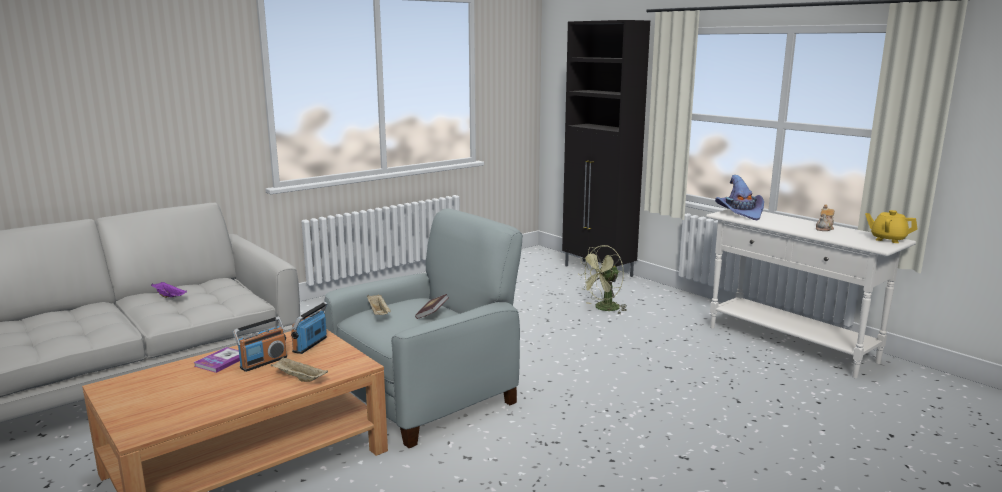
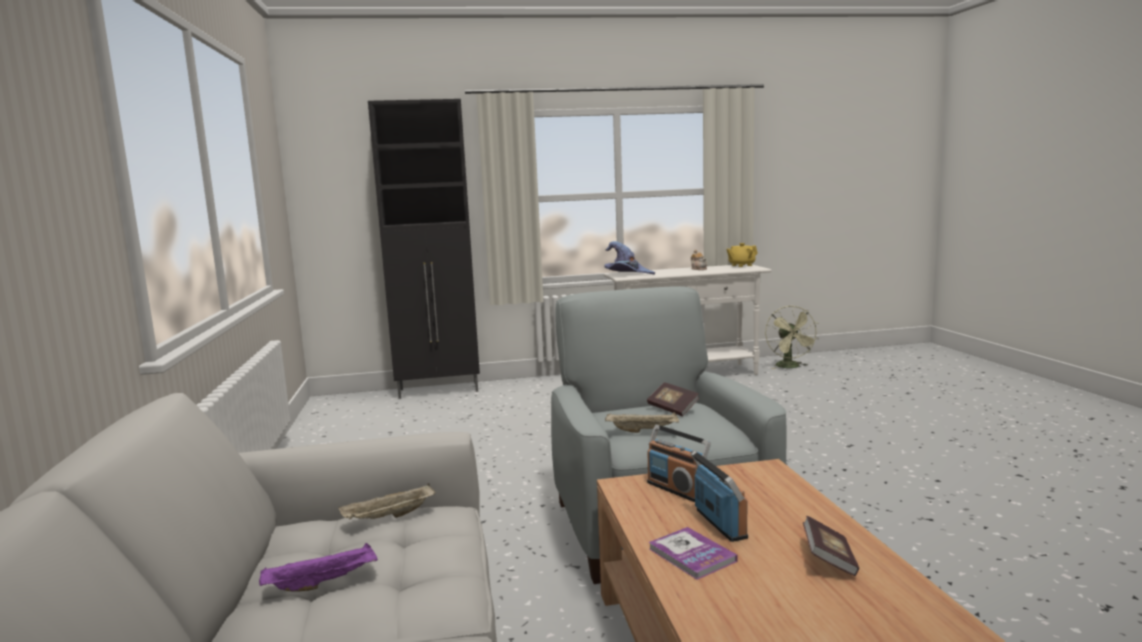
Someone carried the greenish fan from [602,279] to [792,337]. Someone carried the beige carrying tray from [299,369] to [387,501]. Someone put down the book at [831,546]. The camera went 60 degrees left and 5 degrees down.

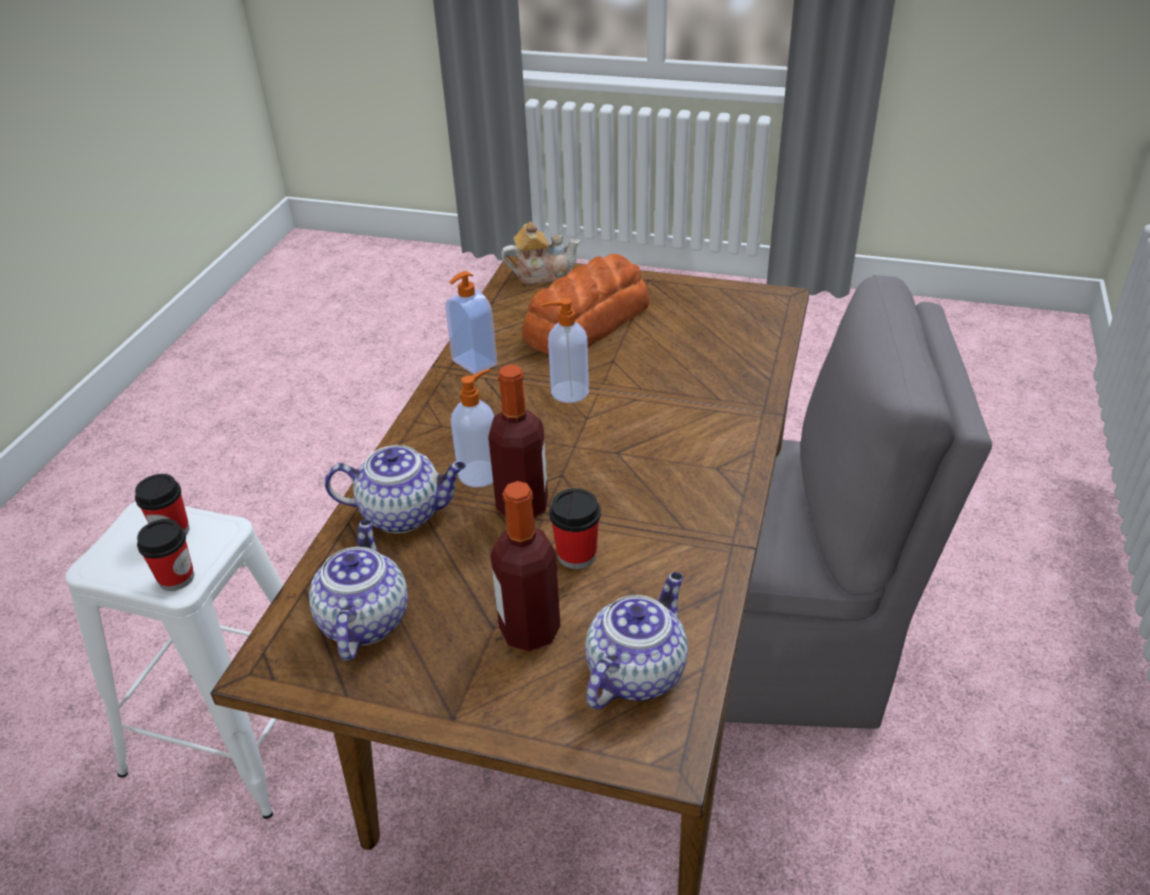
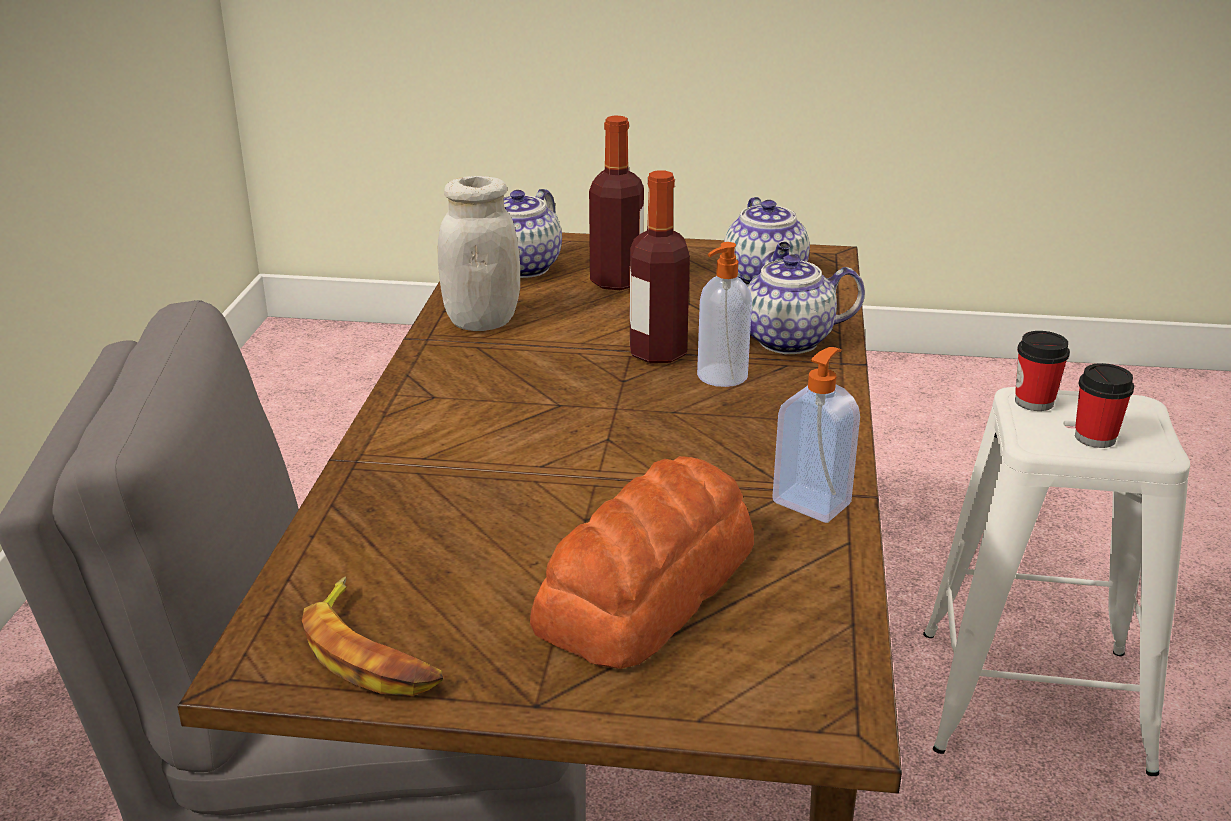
Someone took away the teapot at [541,253]. Someone took away the soap dispenser at [565,350]. Someone took away the cup at [575,528]. Someone put down the white jar at [479,253]. Someone put down the banana fruit at [372,636]. The camera went 170 degrees right and 10 degrees down.

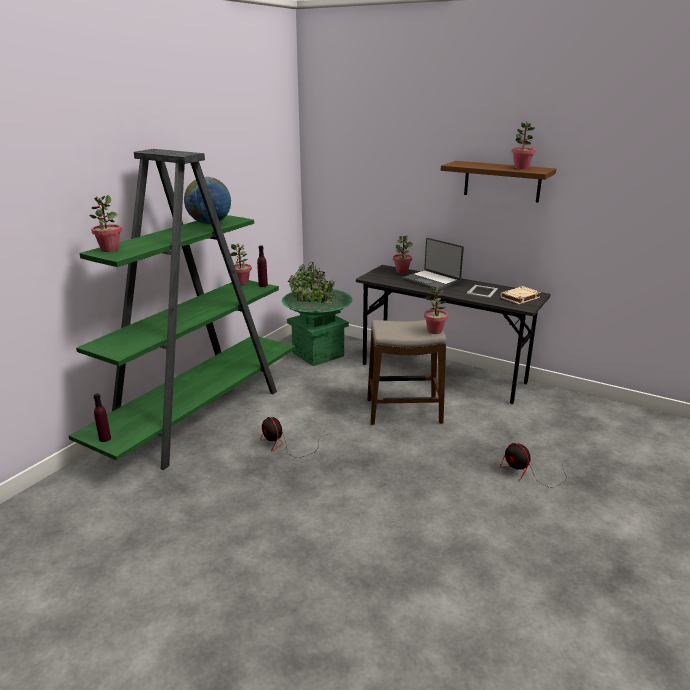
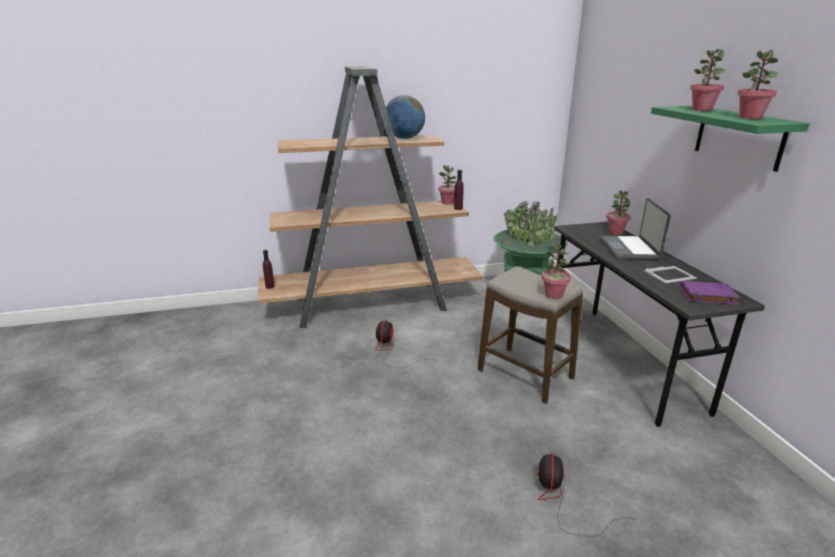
Someone repainted the greenish shelving unit at [182,309], which became the brown-coloured shelving unit at [370,197]. Someone repainted the brown-coloured bracket shelf at [498,182], which became the greenish bracket shelf at [730,139]. Someone carried the plant in a pot from [105,223] to [708,80]. Someone repainted the beige book at [520,295], which became the purplish book at [710,292]. The camera went 45 degrees right and 0 degrees up.

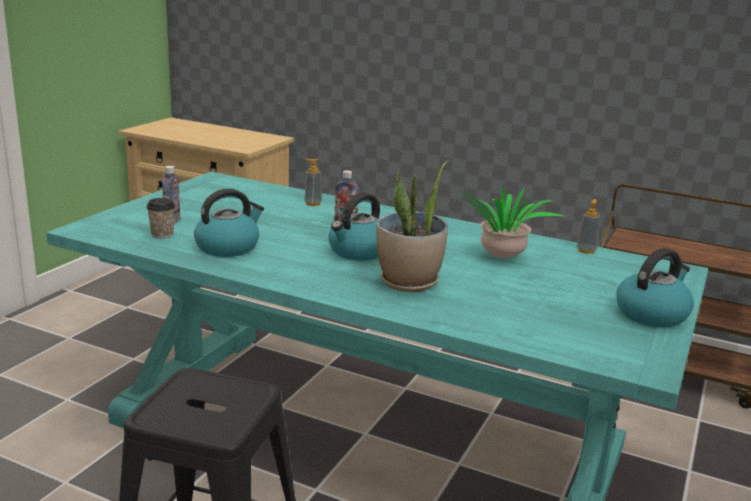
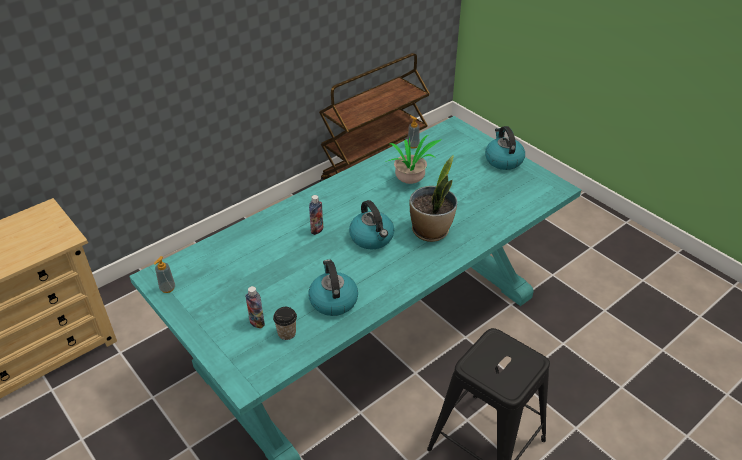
Someone carried the soap dispenser from [313,182] to [164,274]. The camera went 65 degrees left and 20 degrees up.

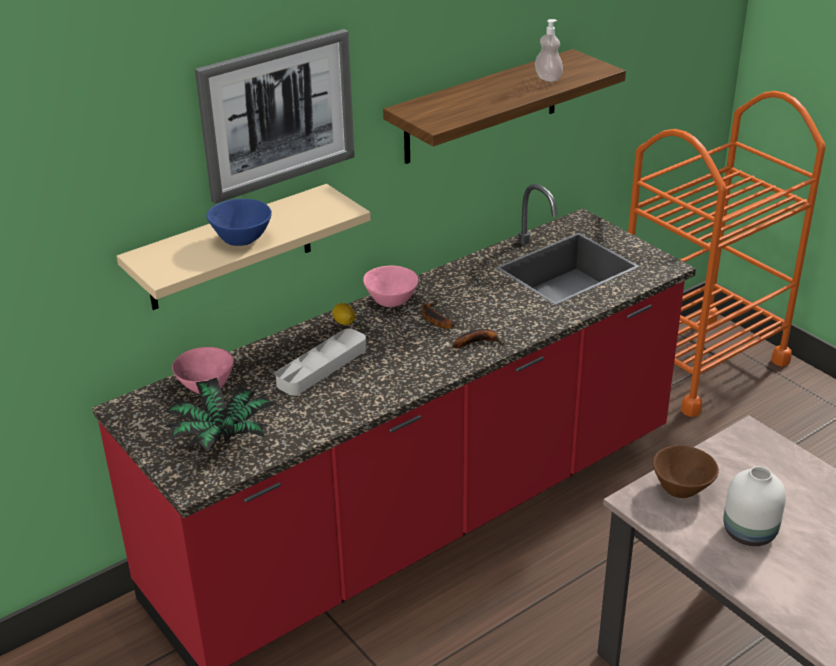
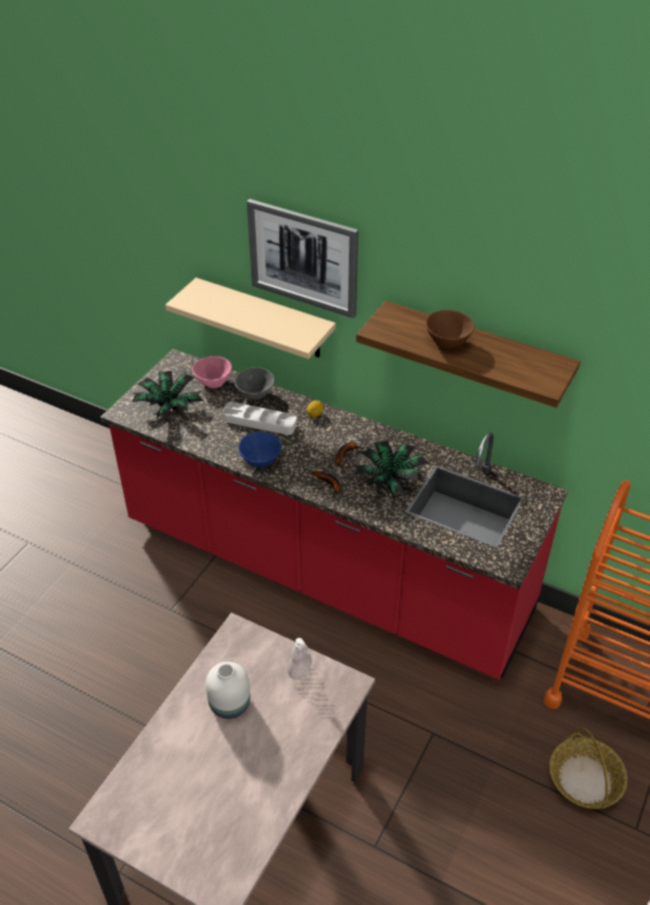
Someone carried the soap dispenser from [549,50] to [300,659]. Someone carried the blue bowl from [239,222] to [260,449]. Someone took away the pink-coloured bowl at [390,286]. Someone carried the brown-coloured bowl from [686,471] to [450,329]. Someone put down the greyish bowl at [254,383]. Someone put down the plant in a pot at [391,469]. Someone put down the basket at [588,768]. The camera went 65 degrees right and 10 degrees up.

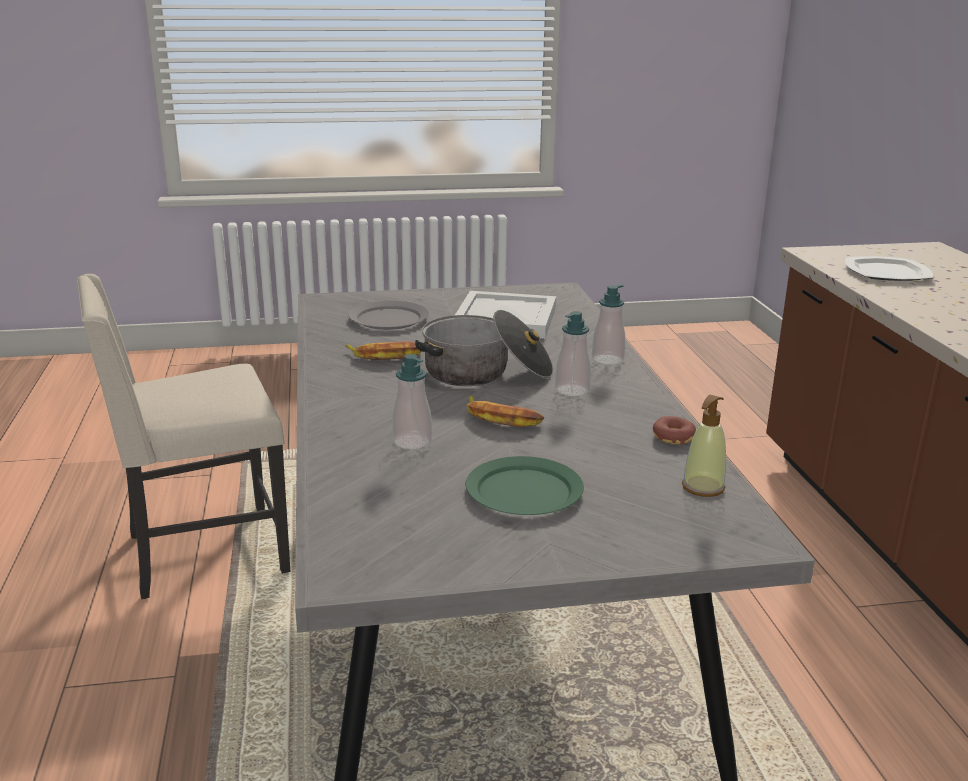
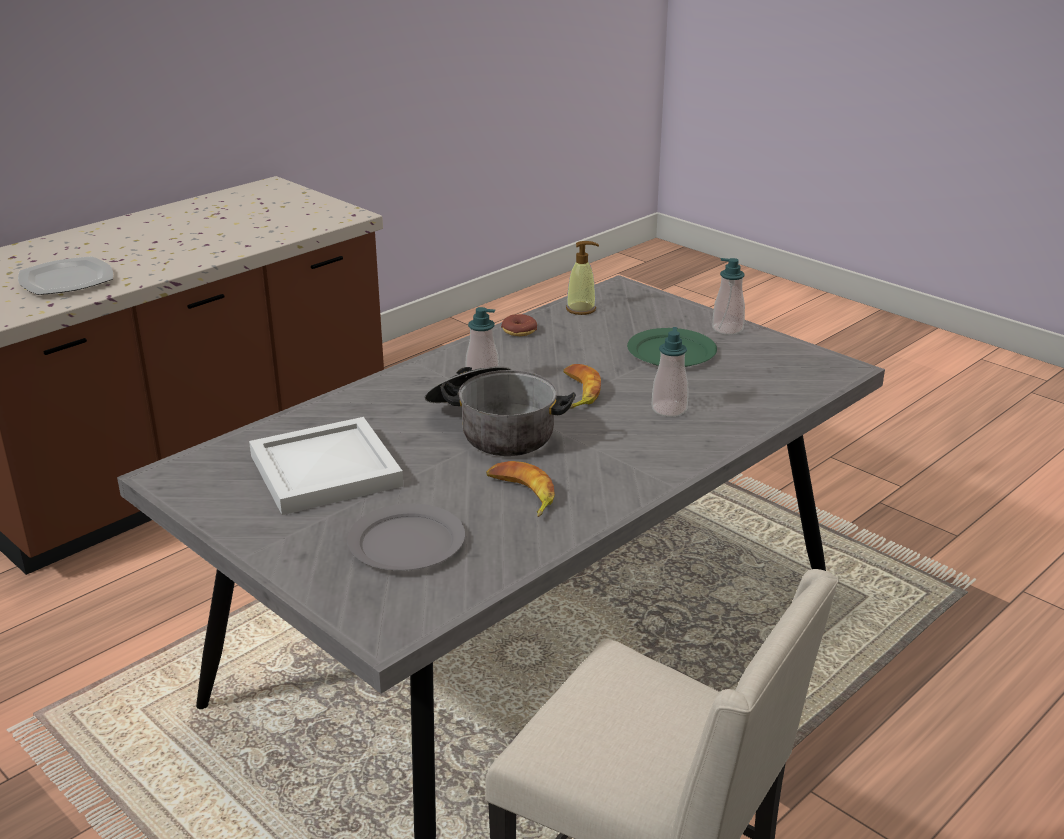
Someone carried the soap dispenser from [608,324] to [728,296]. The camera went 125 degrees left and 5 degrees up.

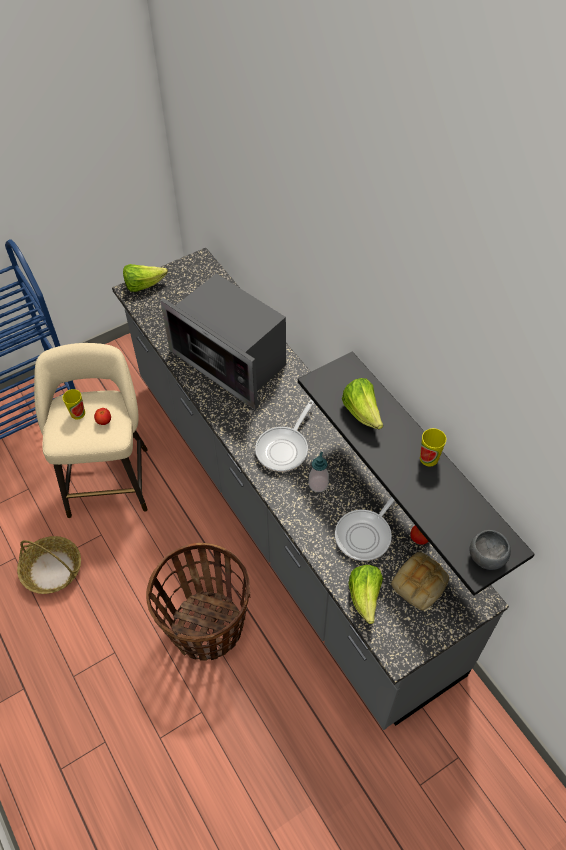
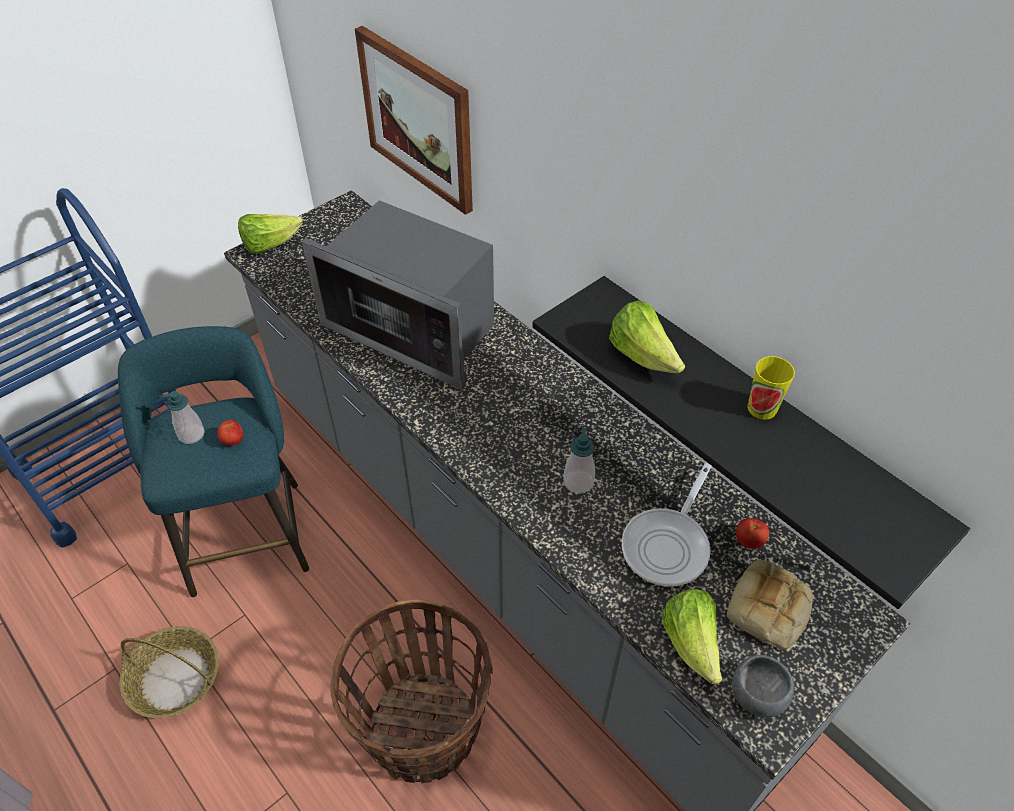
Someone repainted the beige stool seat at [91,430], which became the turquoise stool seat at [213,461]. Someone swapped the cup at [73,404] for the soap dispenser at [183,417]. Someone took away the pan at [284,435]. Someone carried the greyish bowl from [490,550] to [763,686]. Someone put up the picture at [414,120]. The camera went 10 degrees left and 5 degrees down.

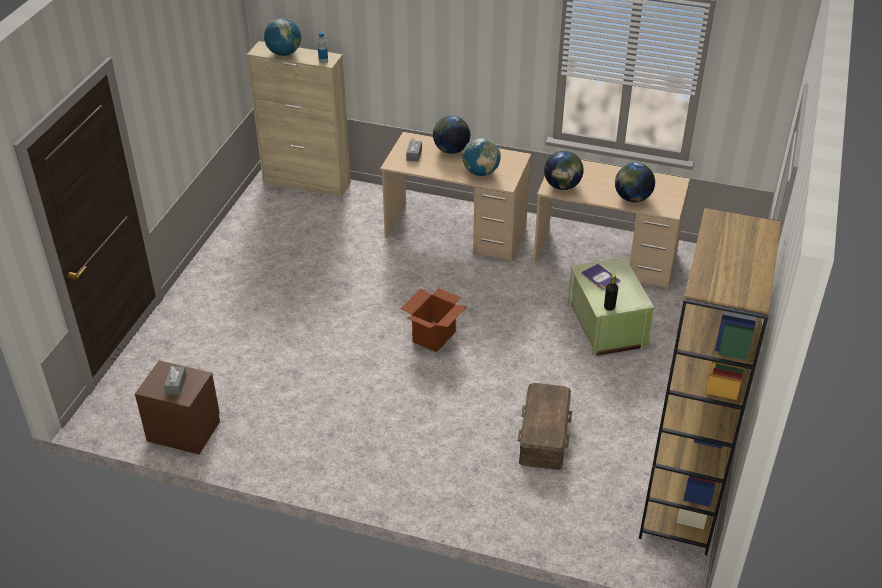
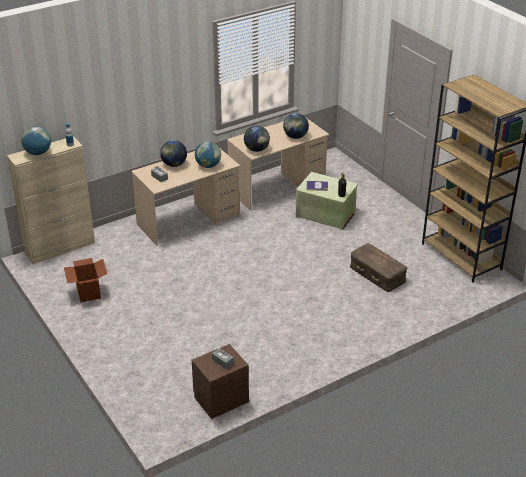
Someone carried the cardboard box from [433,320] to [85,280]. The camera went 50 degrees left and 5 degrees down.

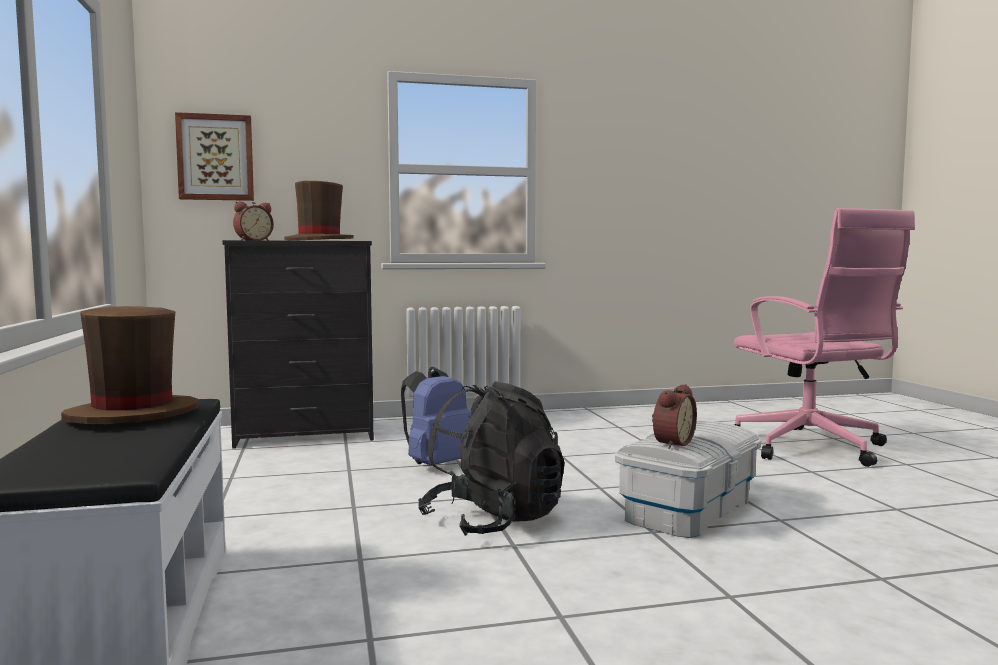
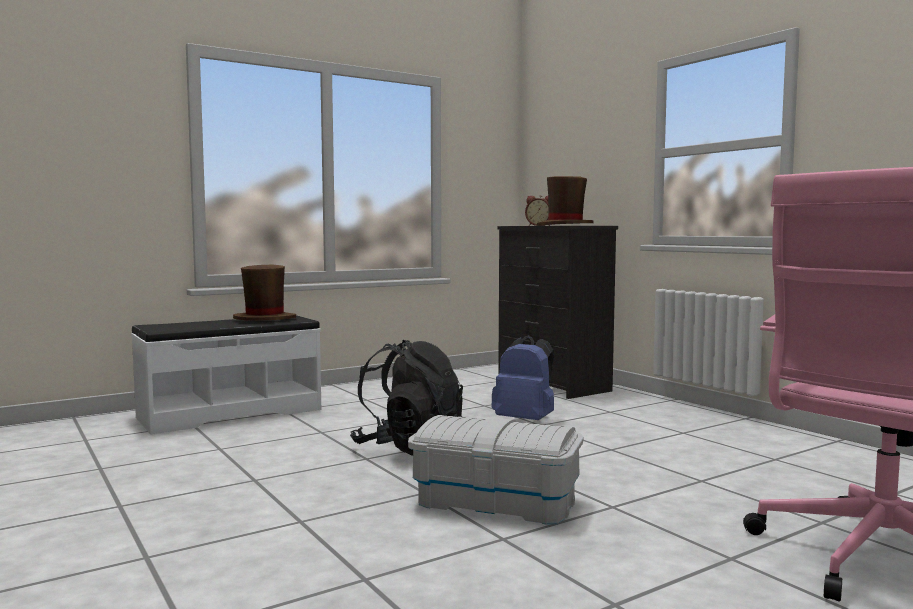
Someone took away the picture at [214,156]. Someone took away the bedside clock at [674,416]. The camera went 70 degrees right and 0 degrees up.

